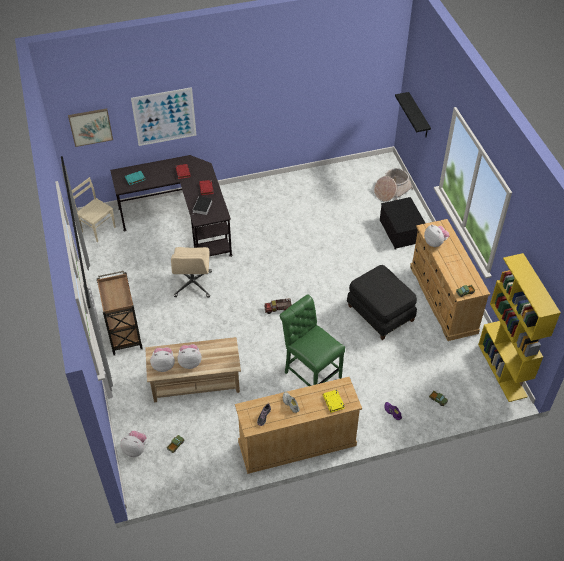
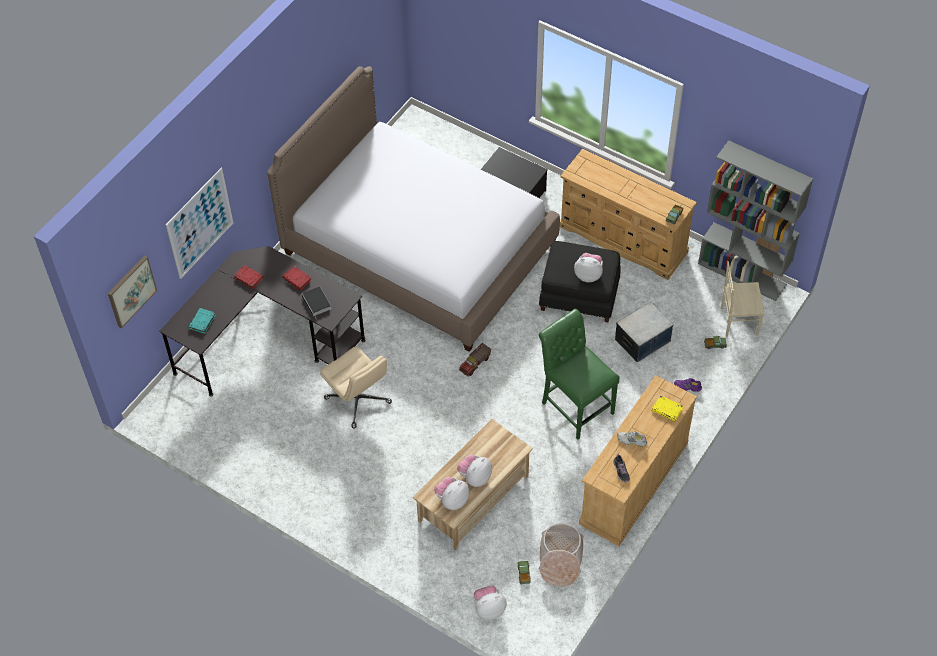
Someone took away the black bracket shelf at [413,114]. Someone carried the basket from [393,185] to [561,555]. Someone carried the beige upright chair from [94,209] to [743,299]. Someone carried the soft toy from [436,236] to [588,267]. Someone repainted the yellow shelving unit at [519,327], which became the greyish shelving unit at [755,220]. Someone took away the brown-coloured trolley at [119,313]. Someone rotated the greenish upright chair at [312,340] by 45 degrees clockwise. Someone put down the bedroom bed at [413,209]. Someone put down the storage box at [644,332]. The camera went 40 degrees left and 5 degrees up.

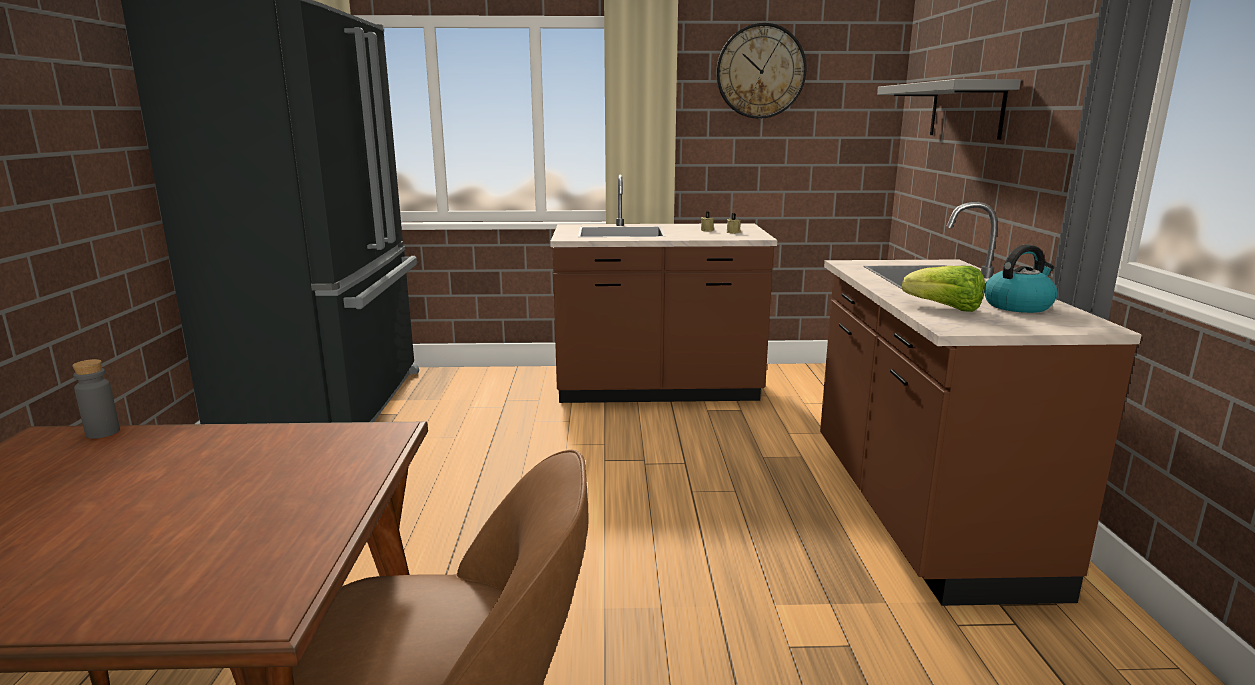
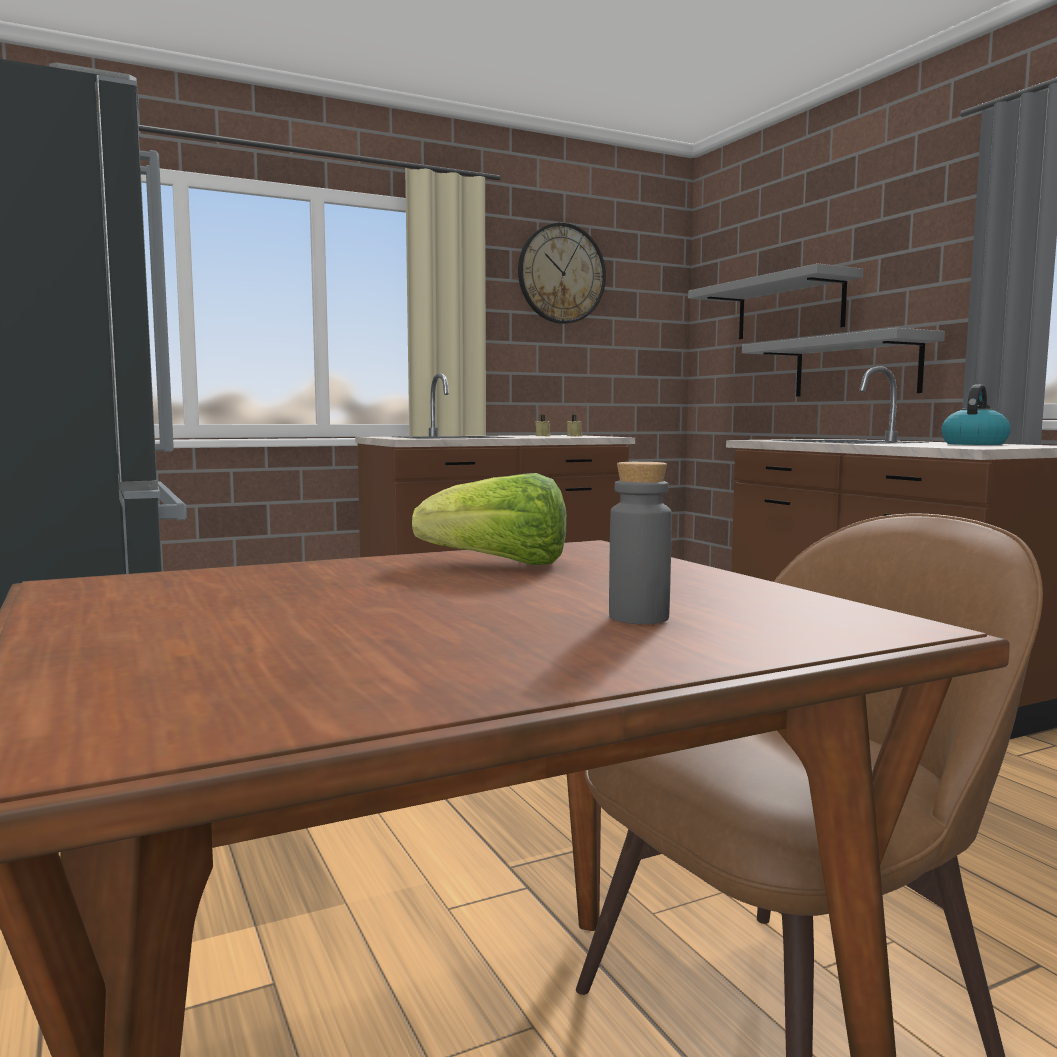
Someone carried the head of lettuce from [943,289] to [489,519]. Someone carried the greyish bottle from [96,399] to [640,543]. Someone put up the greyish bracket shelf at [843,362]. The camera went 25 degrees left and 10 degrees down.

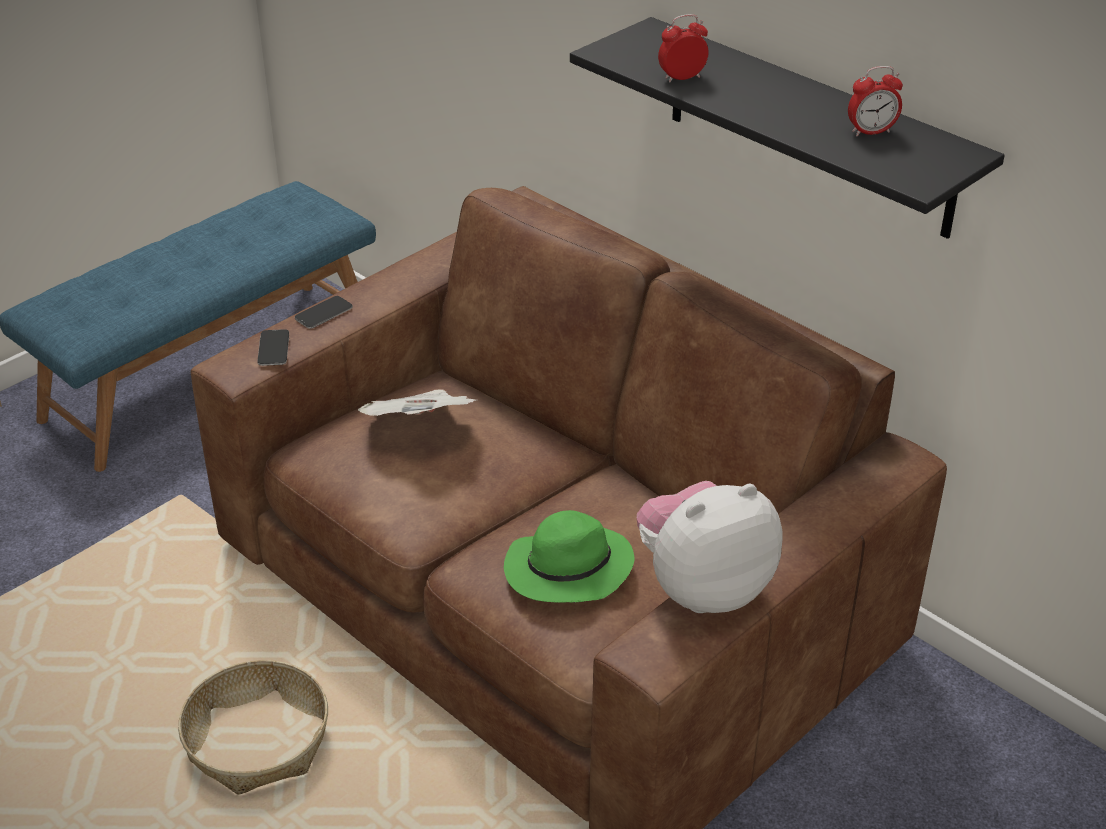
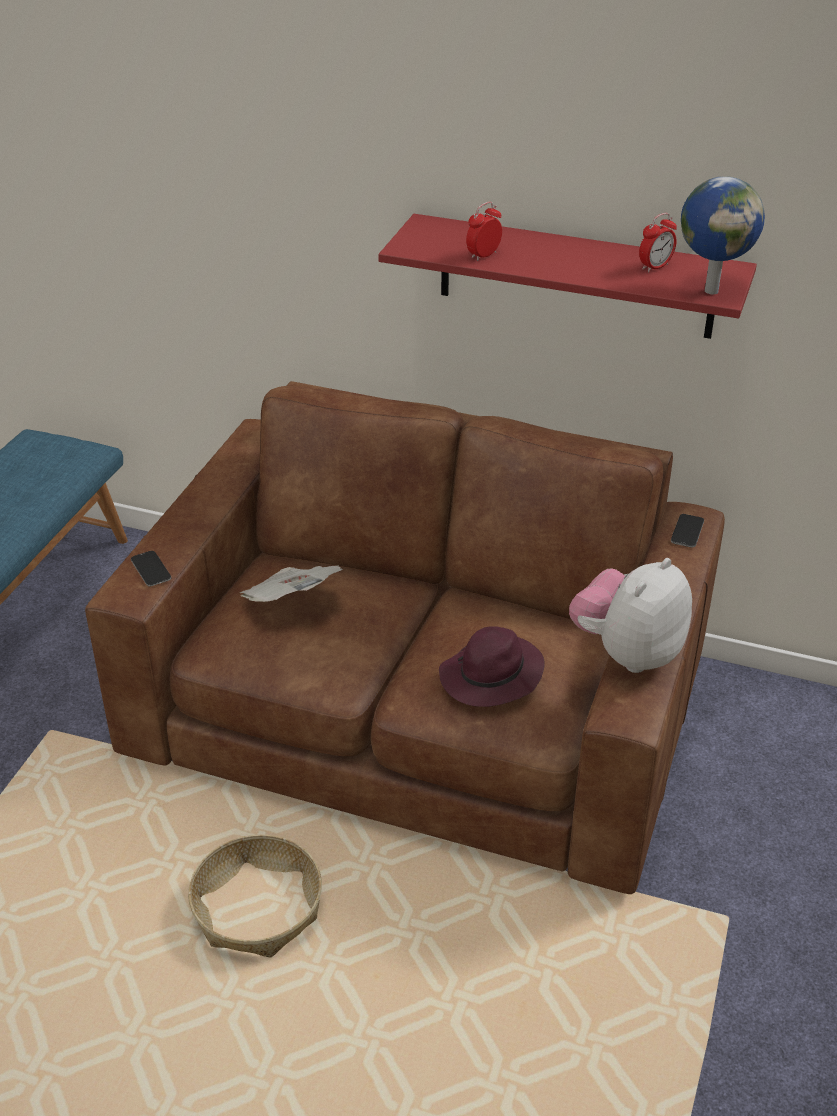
Someone repainted the black bracket shelf at [787,128], which became the red-coloured bracket shelf at [567,276]. Someone carried the handset from [324,312] to [687,531]. Someone repainted the greenish wearable hat at [569,556], which became the purplish wearable hat at [492,666]. Someone put down the world globe at [723,235]. The camera went 25 degrees left and 0 degrees up.

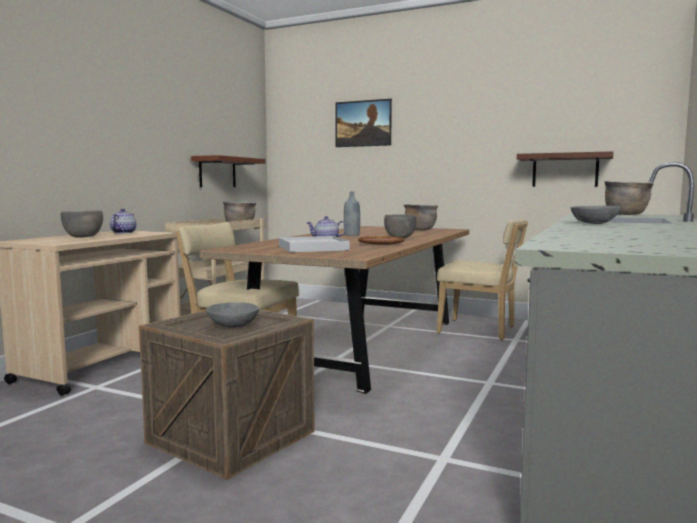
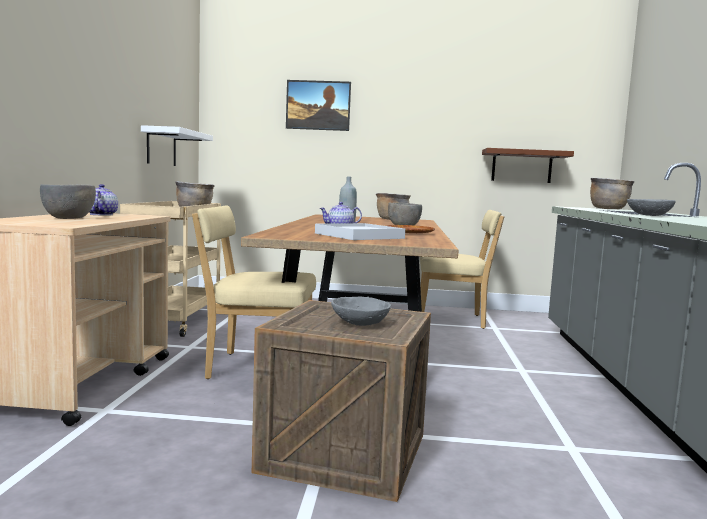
Someone repainted the brown-coloured bracket shelf at [228,171], which became the white bracket shelf at [177,145]. The camera went 20 degrees left and 0 degrees up.

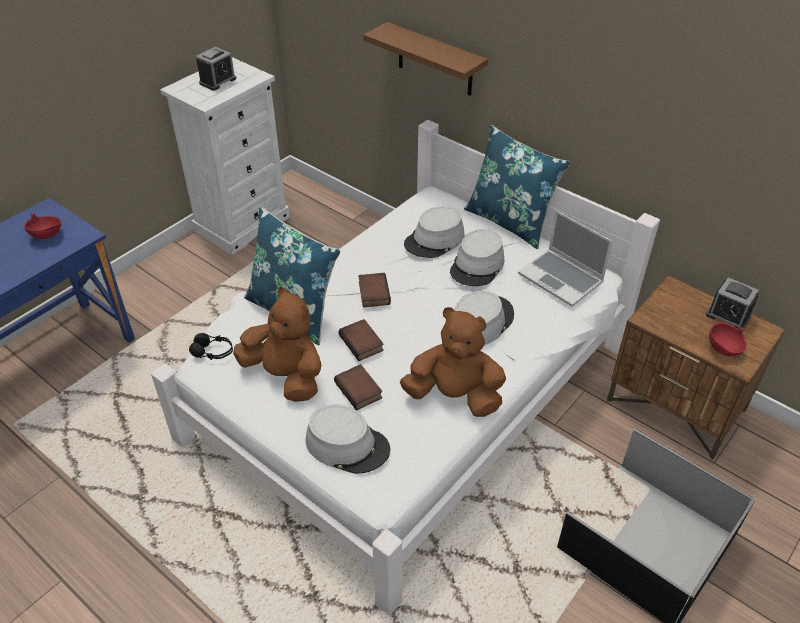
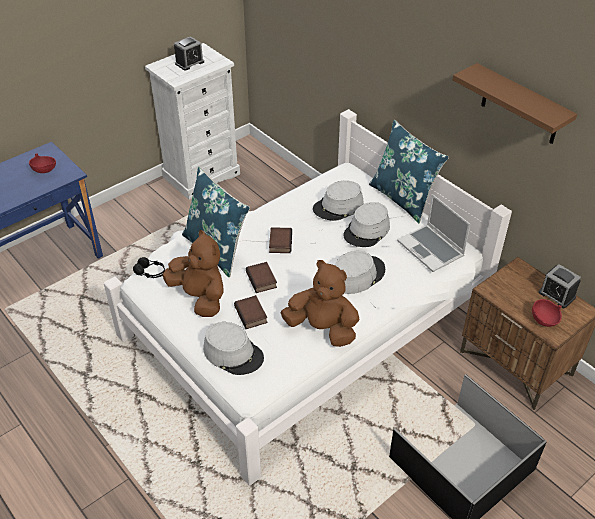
Someone carried the brown-coloured bracket shelf from [425,59] to [515,103]. The camera went 10 degrees right and 0 degrees up.

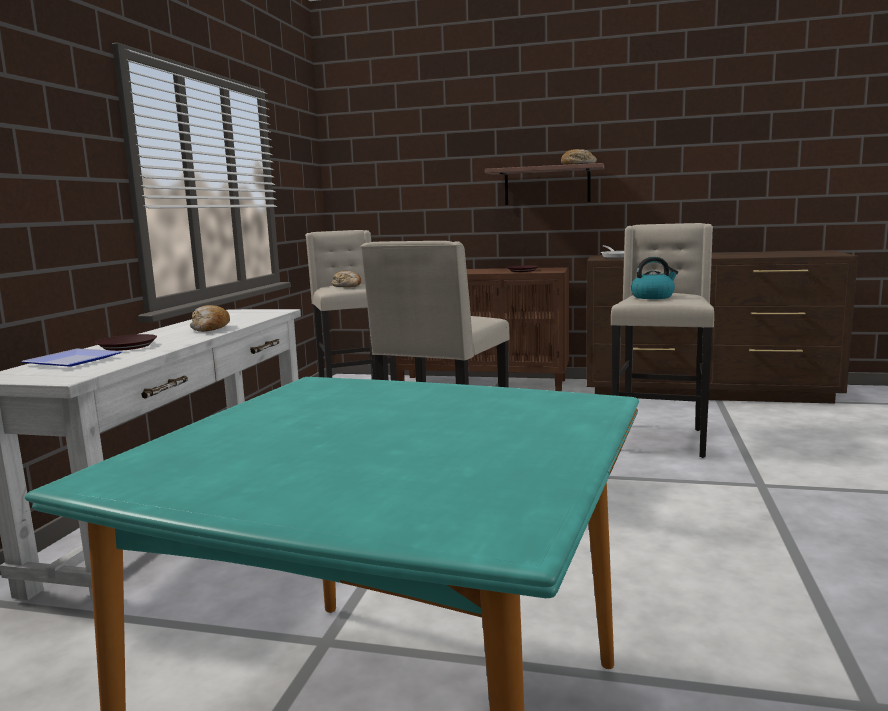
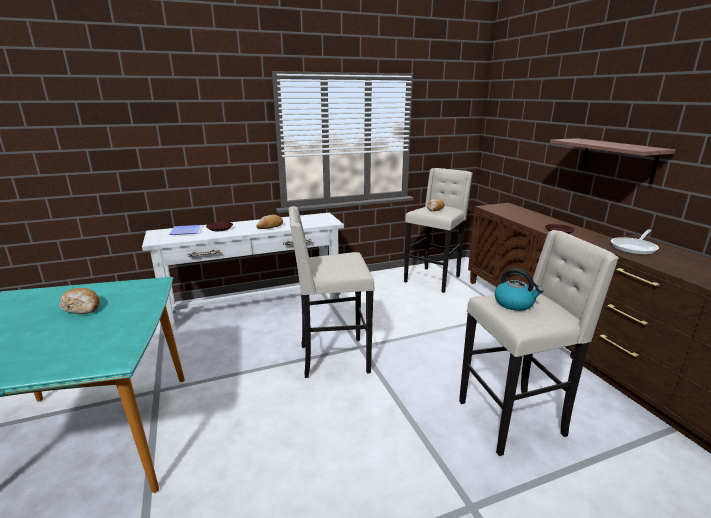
Someone carried the bakery bread from [579,157] to [79,301]. The camera went 55 degrees right and 10 degrees up.

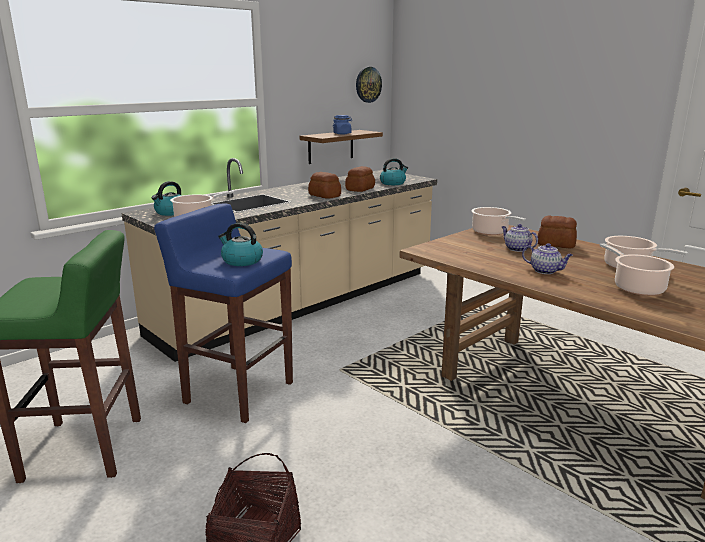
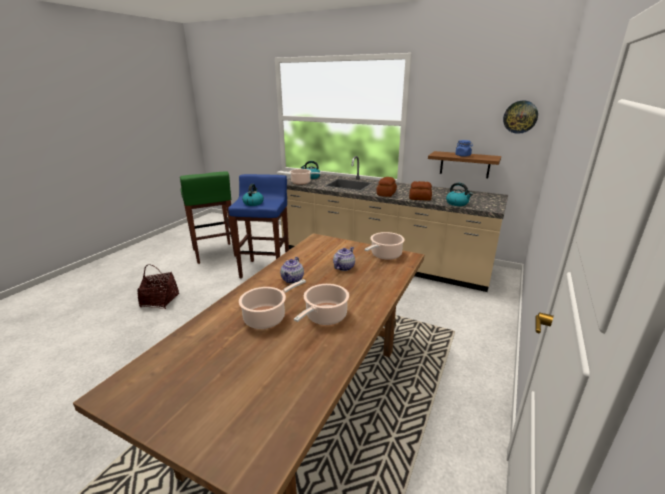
Someone took away the bakery bread at [557,231]. The camera went 70 degrees right and 5 degrees up.

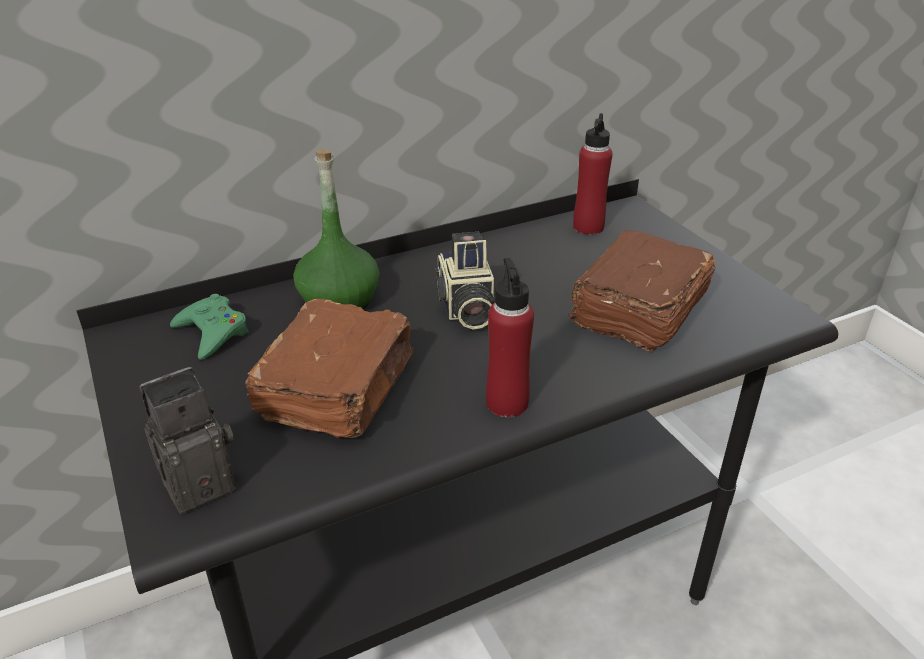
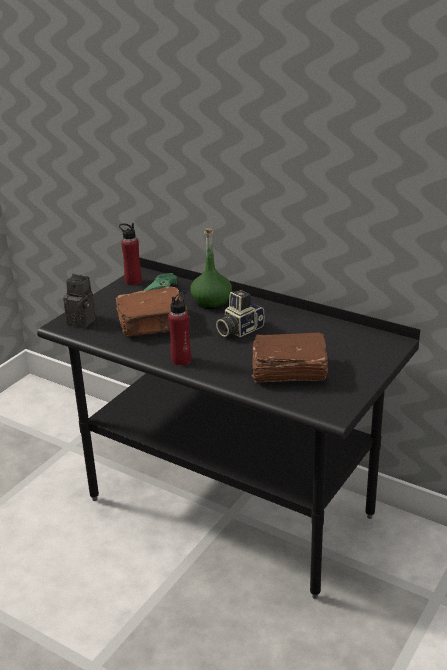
Someone carried the red-coloured bottle from [593,174] to [130,254]. The camera went 60 degrees right and 5 degrees down.

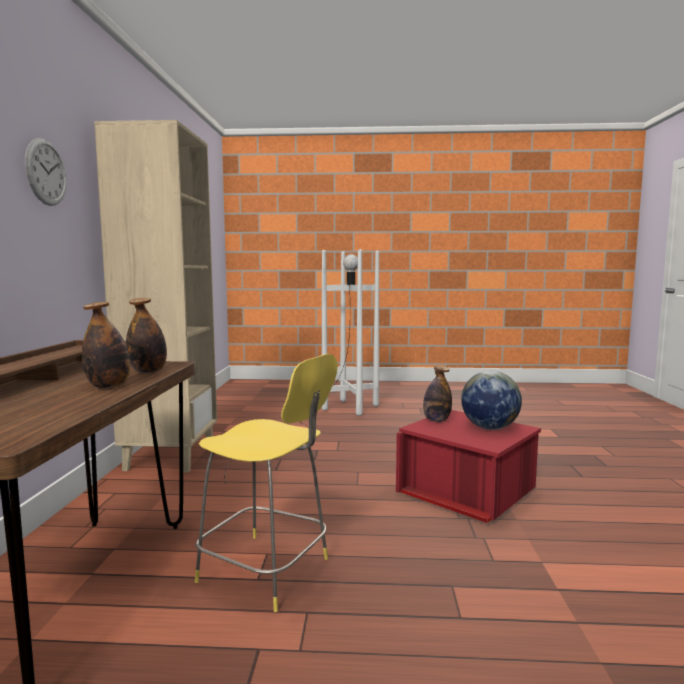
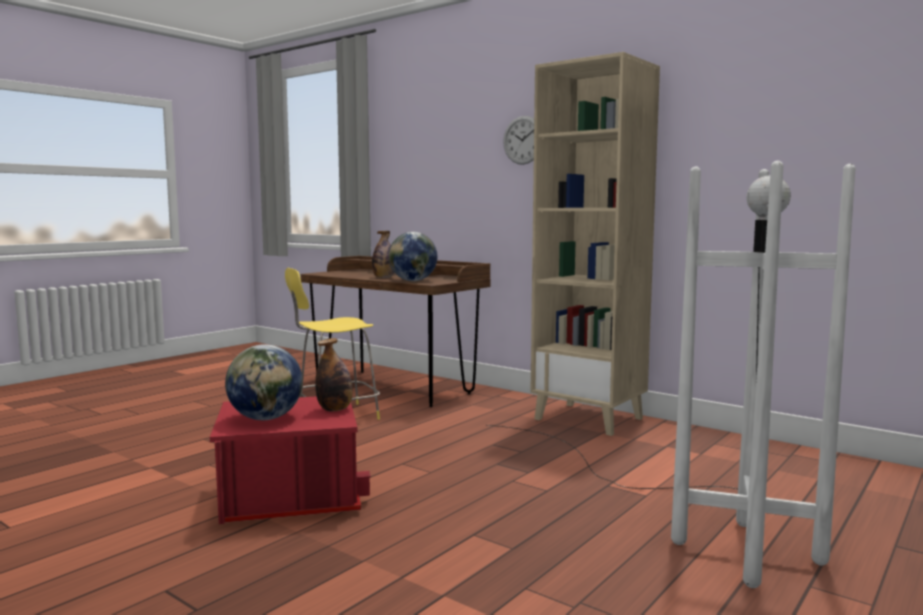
Someone swapped the bottle at [146,335] for the world globe at [413,256]. The camera went 125 degrees right and 0 degrees up.

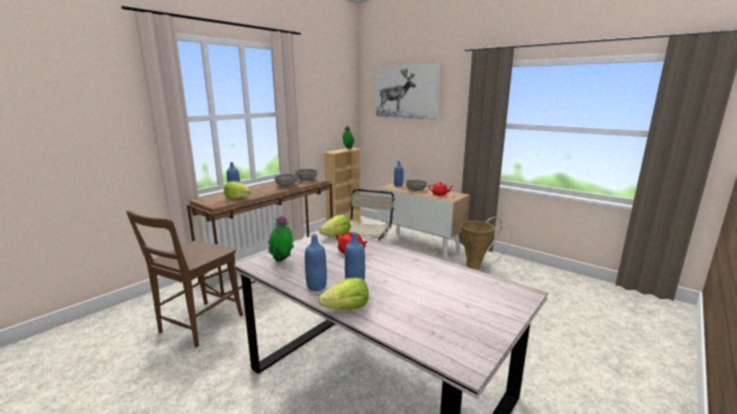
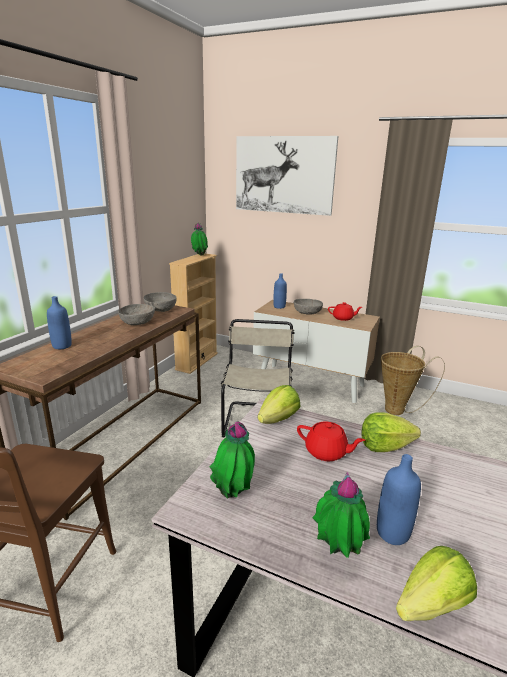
Someone carried the head of lettuce from [238,190] to [391,432]. Someone swapped the blue bottle at [316,262] for the plant in a pot at [341,515]. The camera went 15 degrees left and 5 degrees up.

